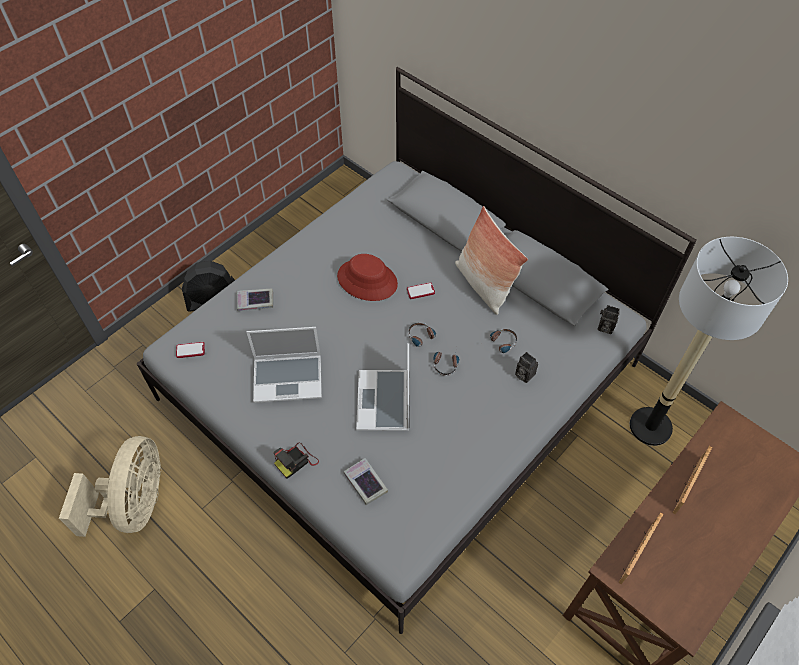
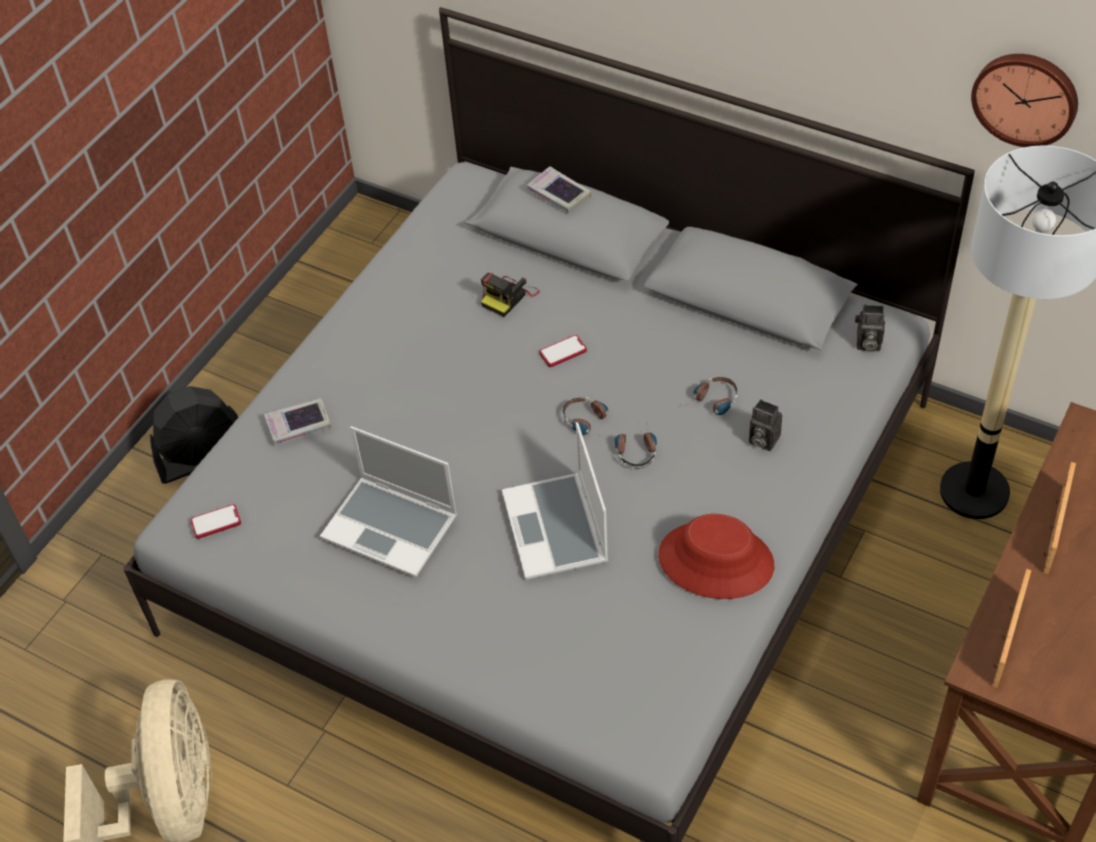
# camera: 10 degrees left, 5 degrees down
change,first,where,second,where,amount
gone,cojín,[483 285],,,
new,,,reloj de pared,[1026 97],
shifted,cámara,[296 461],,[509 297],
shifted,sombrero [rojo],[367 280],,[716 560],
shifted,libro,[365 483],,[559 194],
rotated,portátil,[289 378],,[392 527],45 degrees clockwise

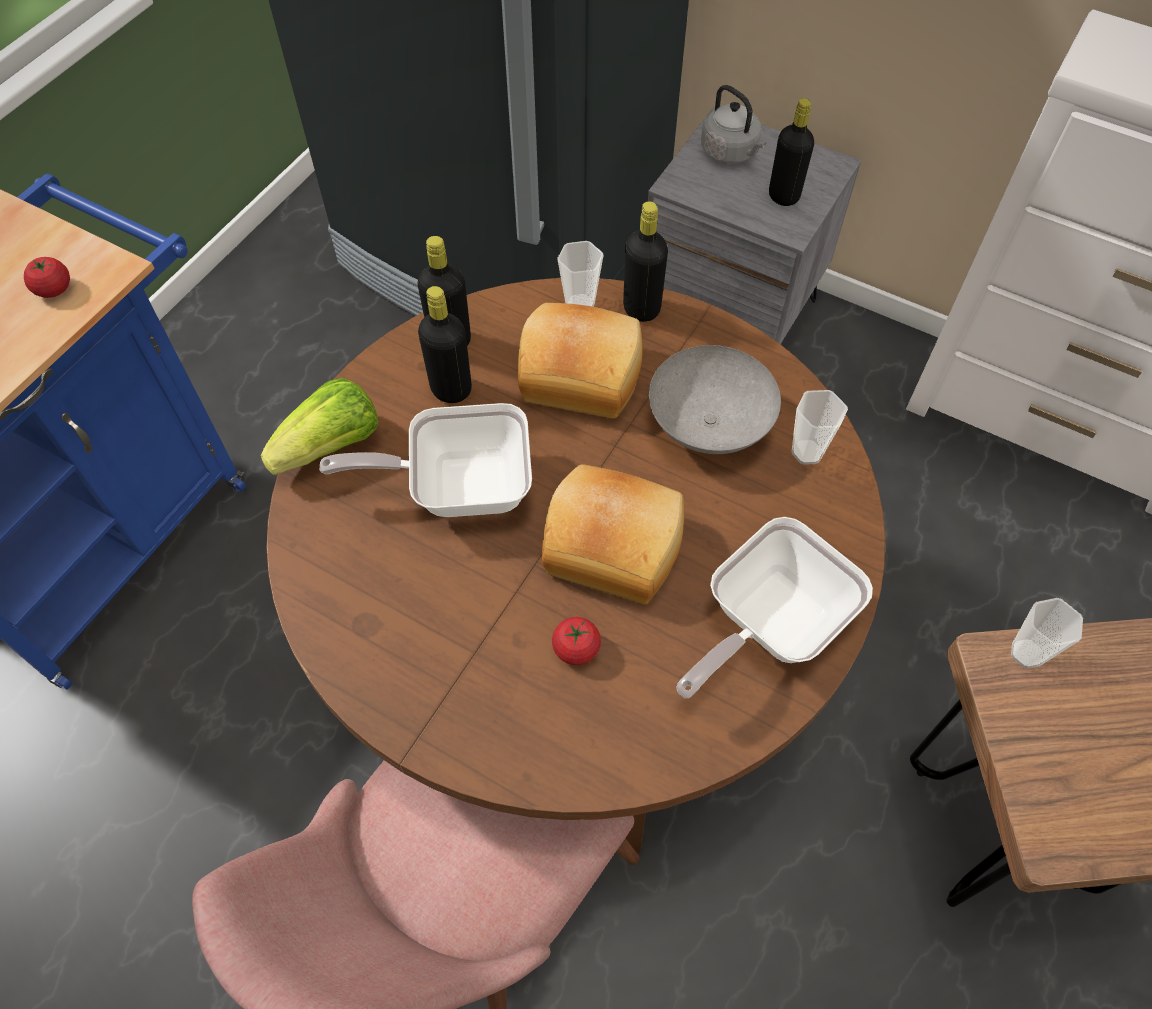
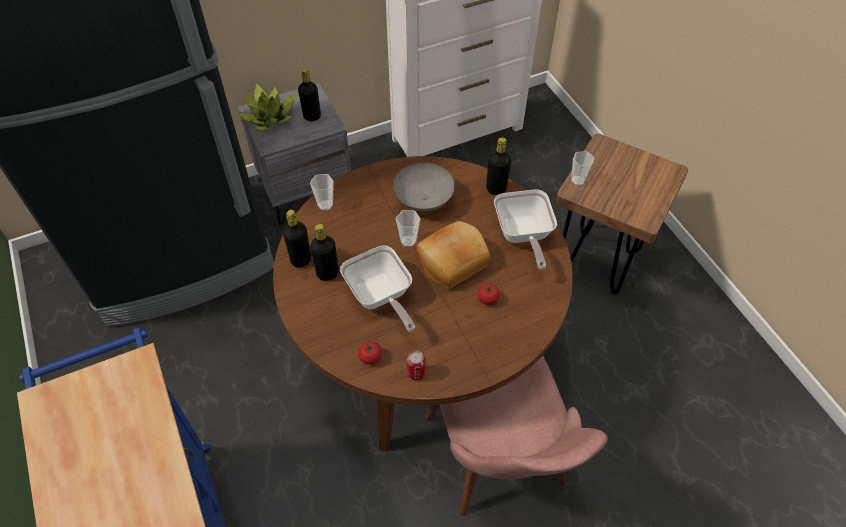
# camera: 55 degrees left, 5 degrees down
change,first,where,second,where,amount
gone,lechuga,[332 446],,,
gone,pan,[581 373],,,
new,,,lata,[416 373],
shifted,tomate,[54 289],,[370 357],
shifted,botella [negro],[641 308],,[496 189],
shifted,taza,[807 452],,[408 241],
swapped,hervidor [gris],[731 153],planta en maceta,[270 117],
rotated,sartén,[458 486],,[380 297],60 degrees counterclockwise

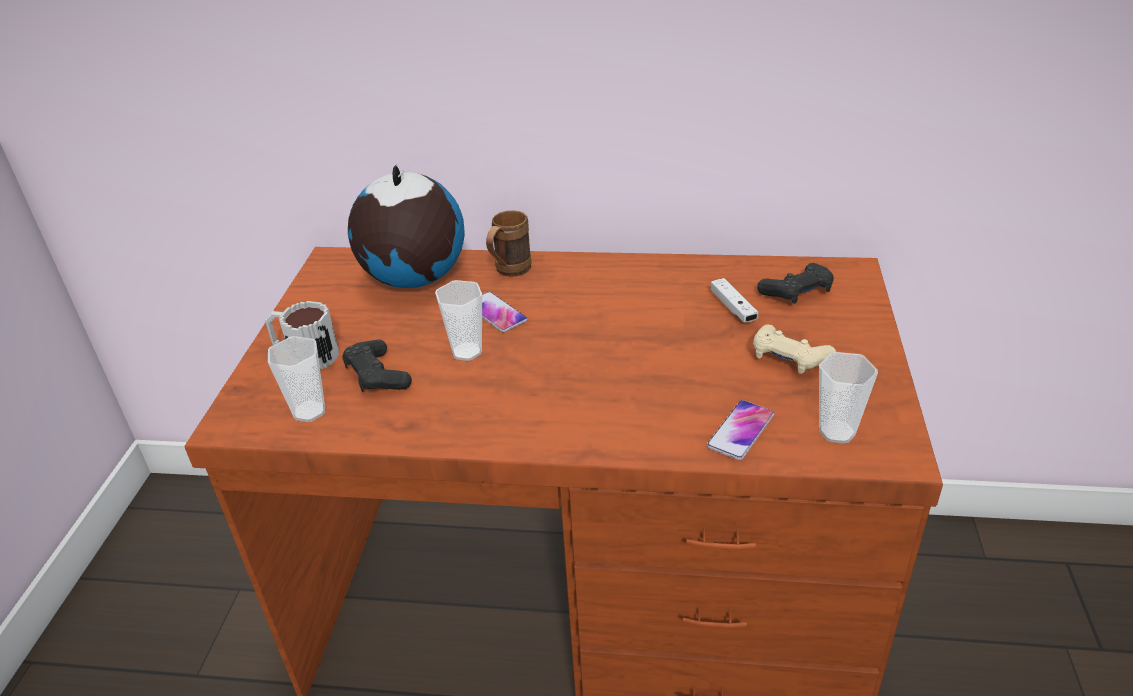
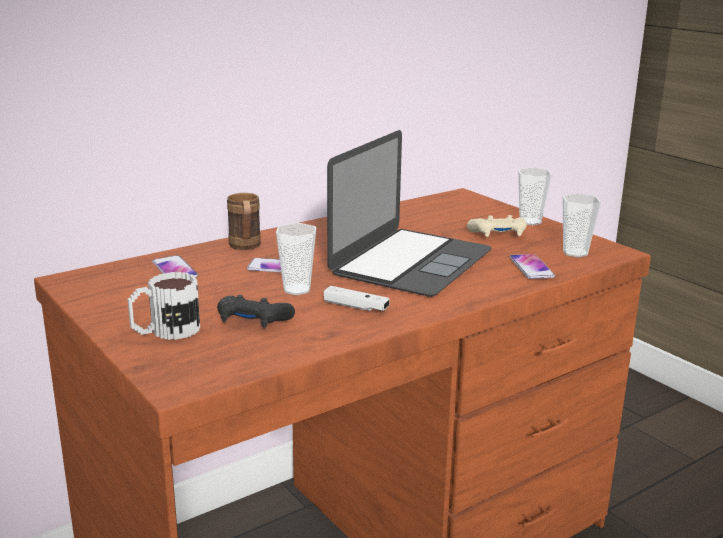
# camera: 45 degrees left, 15 degrees down
change,first,where,second,where,amount
gone,mando de consola [negro],[797 292],,,
new,,,portátil,[411 261],
shifted,taza,[309 411],,[530 221],
shifted,mando de consola [blanco],[733 308],,[356 307],
swapped,globo terráqueo,[414 279],móvil,[174 270],

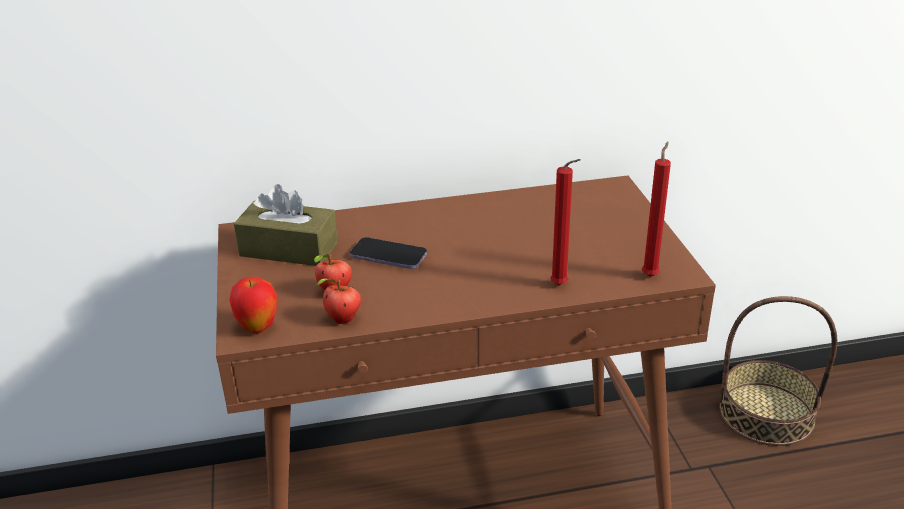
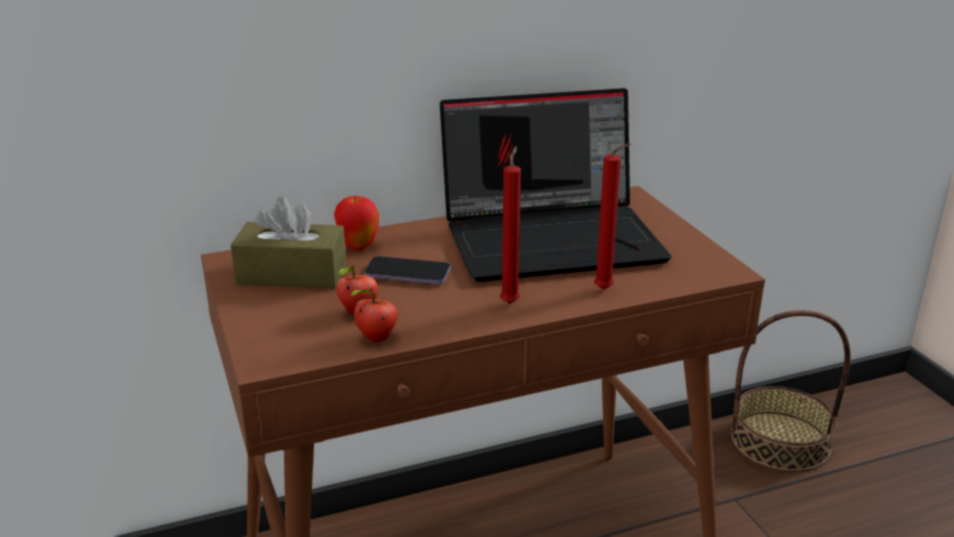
# camera: 10 degrees left, 5 degrees down
change,first,where,second,where,amount
new,,,portátil,[553 237],
shifted,manzana,[258 327],,[358 246],
shifted,vela [rojo],[650 275],,[510 302],

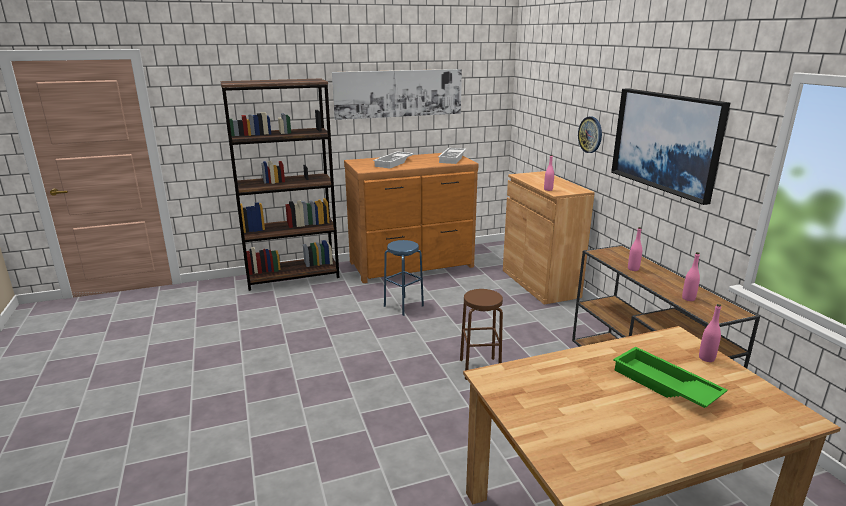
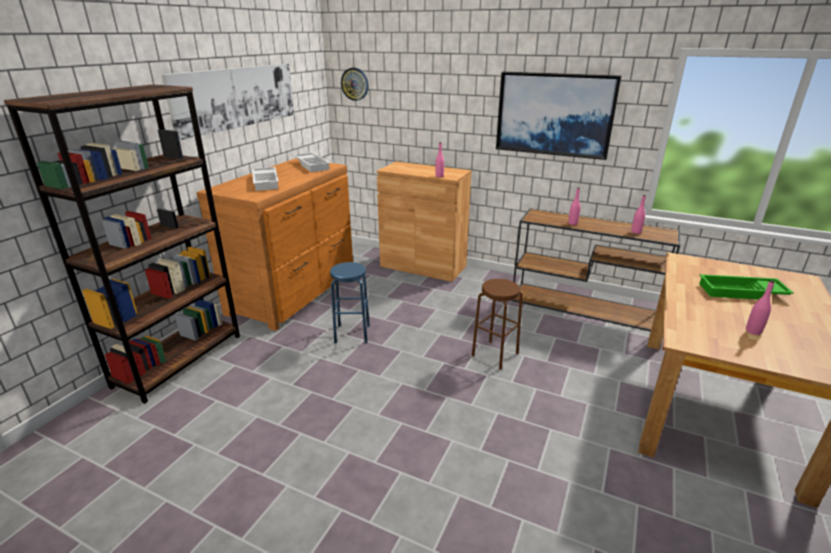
# camera: 45 degrees left, 5 degrees up
change,first,where,second,where,amount
shifted,reloj de pared,[590 134],,[355 84],
shifted,botella [rosa],[706 358],,[753 331],

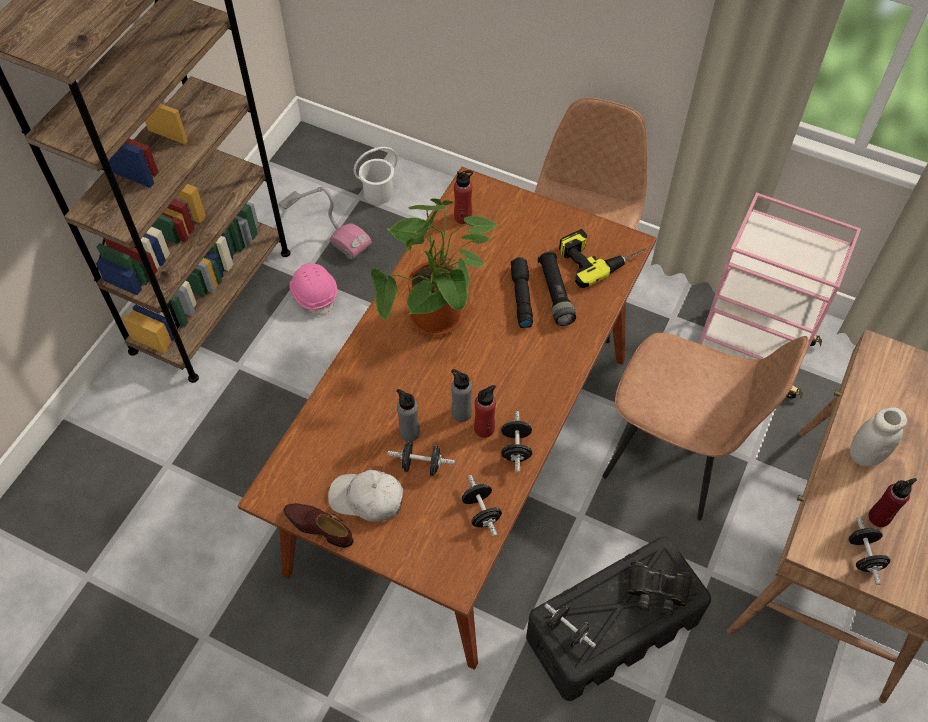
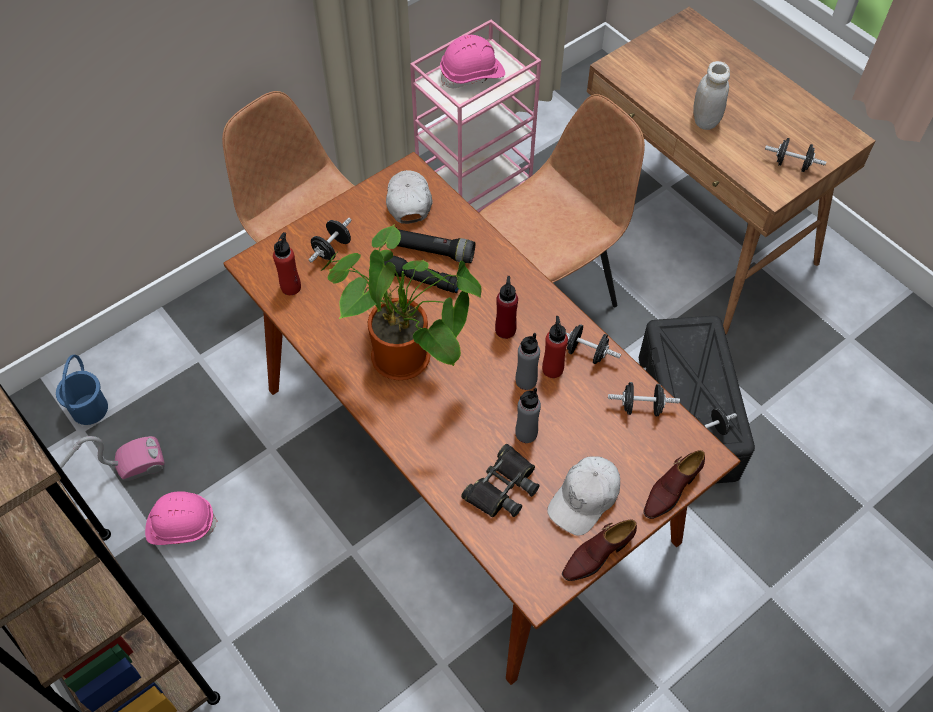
# camera: 65 degrees left, 0 degrees up
change,first,where,second,where,amount
new,,,casco [rosa],[472 75],
new,,,zapato [marrón],[670 489],
shifted,mancuerna [negro],[421 465],,[332 249],
shifted,prismáticos [negro],[657 590],,[502 487],
shifted,botella [rojo],[879 517],,[505 330],
swapped,taladro,[599 256],gorra [blanco],[408 201],
repainted,cubo [blanco],[378 193],cubo [azul],[89 409],

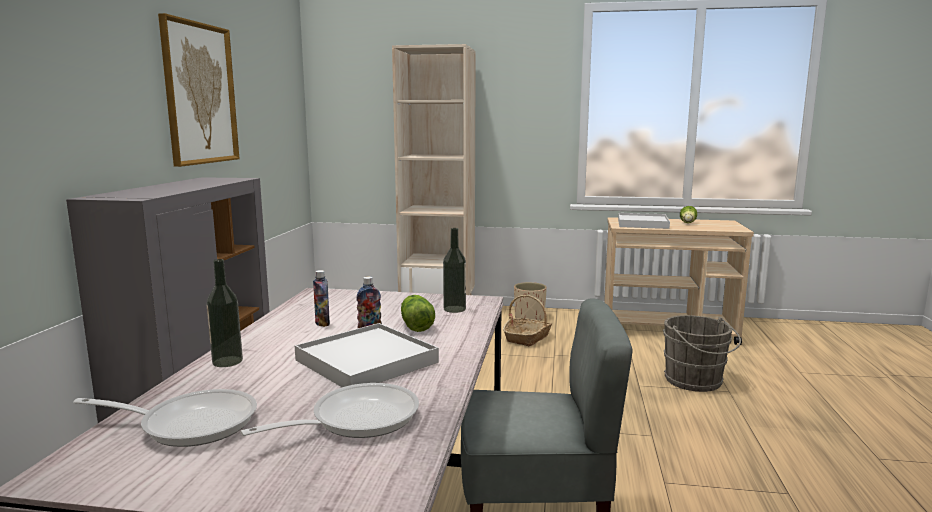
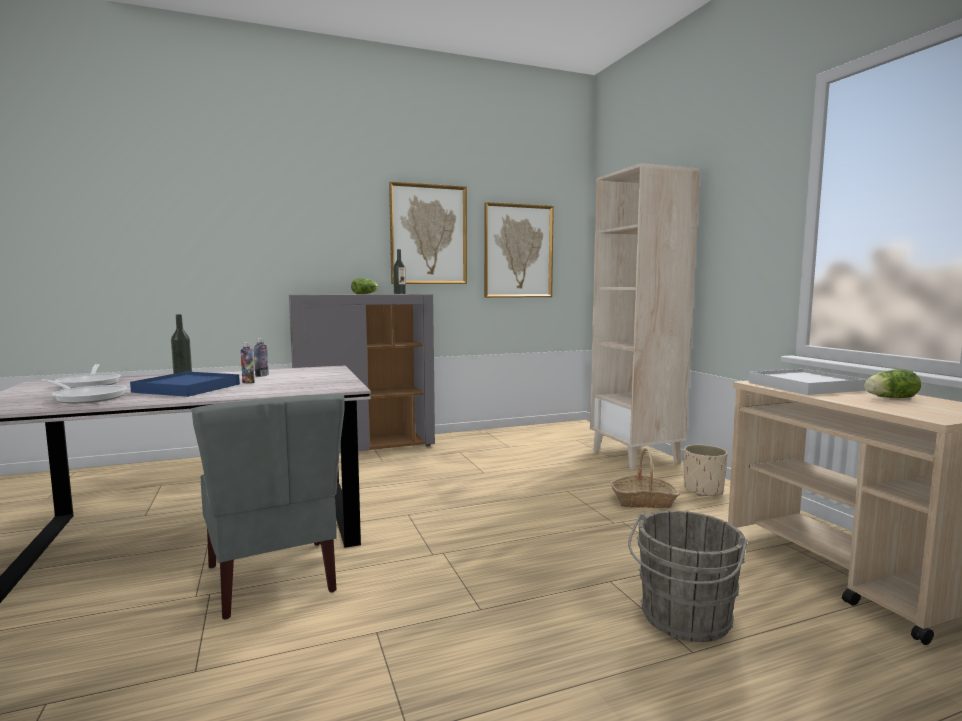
# camera: 60 degrees right, 5 degrees down
change,first,where,second,where,amount
new,,,cuadro,[518 251],
shifted,lechuga,[416 325],,[365 294],
shifted,botella,[454 309],,[399 294],
repainted,bandeja [blanco],[366 361],bandeja [azul],[187 388],

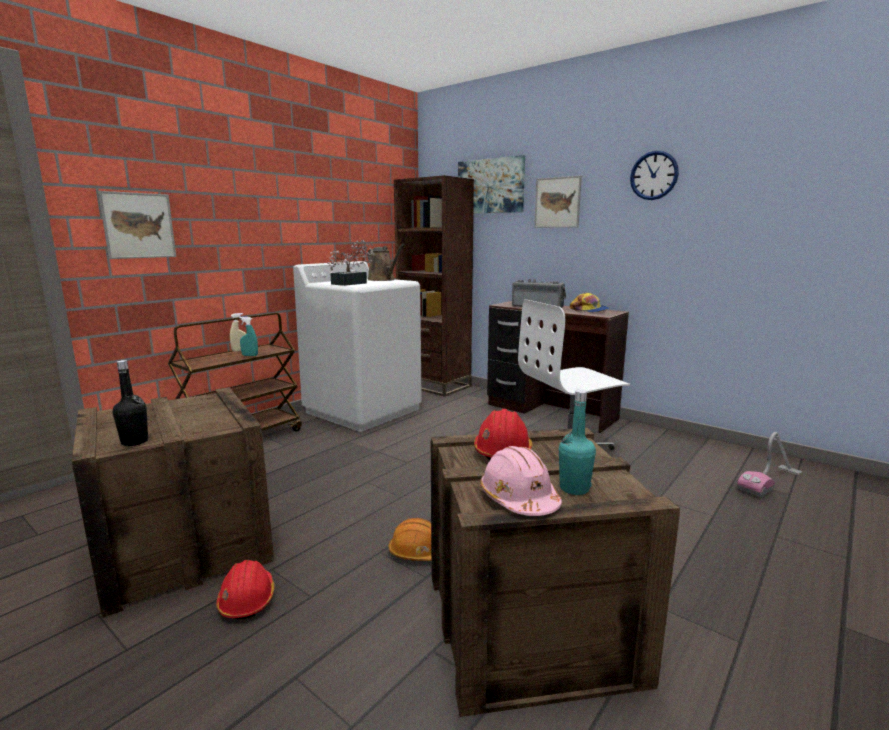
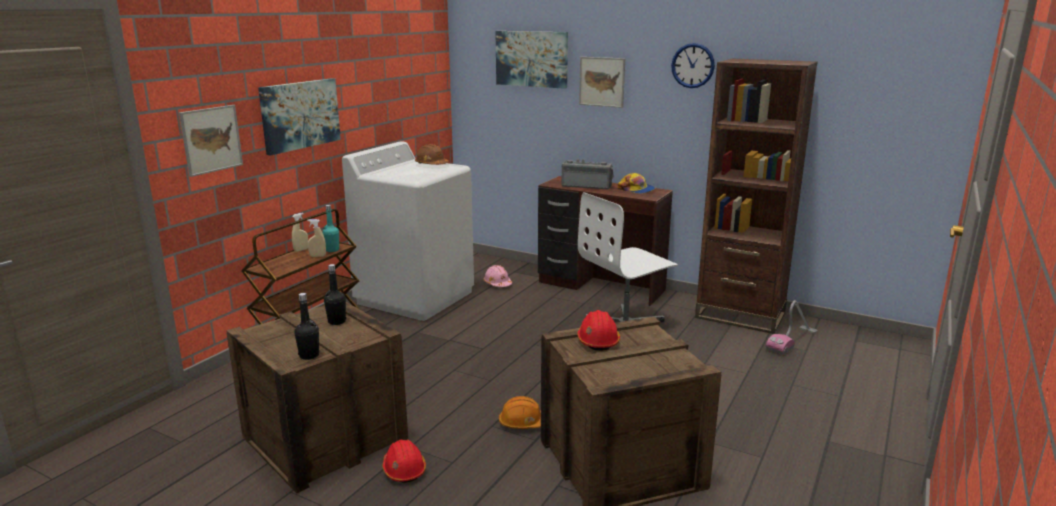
# camera: 10 degrees left, 5 degrees up
change,first,where,second,where,amount
gone,planta en maceta,[352 283],,,
new,,,cuadro,[300 115],
new,,,botella [negro],[337 321],
shifted,estantería [marrón],[434 385],,[740 316],
shifted,casco [rosa],[518 499],,[497 284],
shifted,botella [turquesa],[574 488],,[332 250],
swapped,regadera [marrón],[383 280],casco [marrón],[431 164],
repainted,pulverizador [turquesa],[250 355],pulverizador [beis],[317 256],

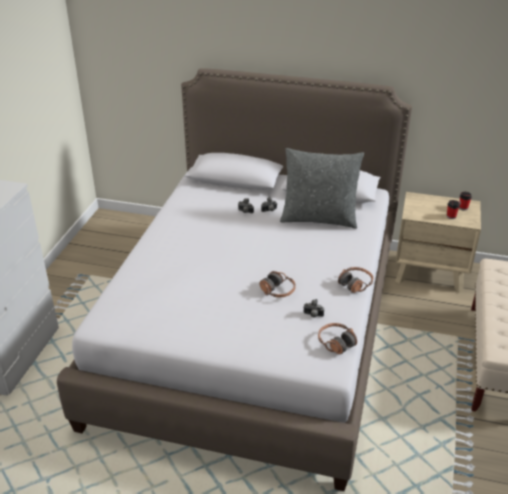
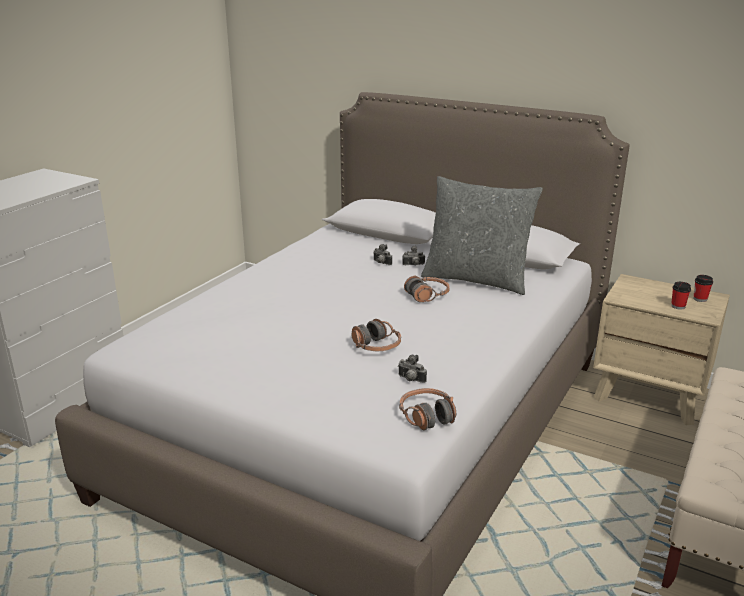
# camera: 15 degrees right, 10 degrees down
change,first,where,second,where,amount
shifted,auriculares,[355 284],,[427 295],

